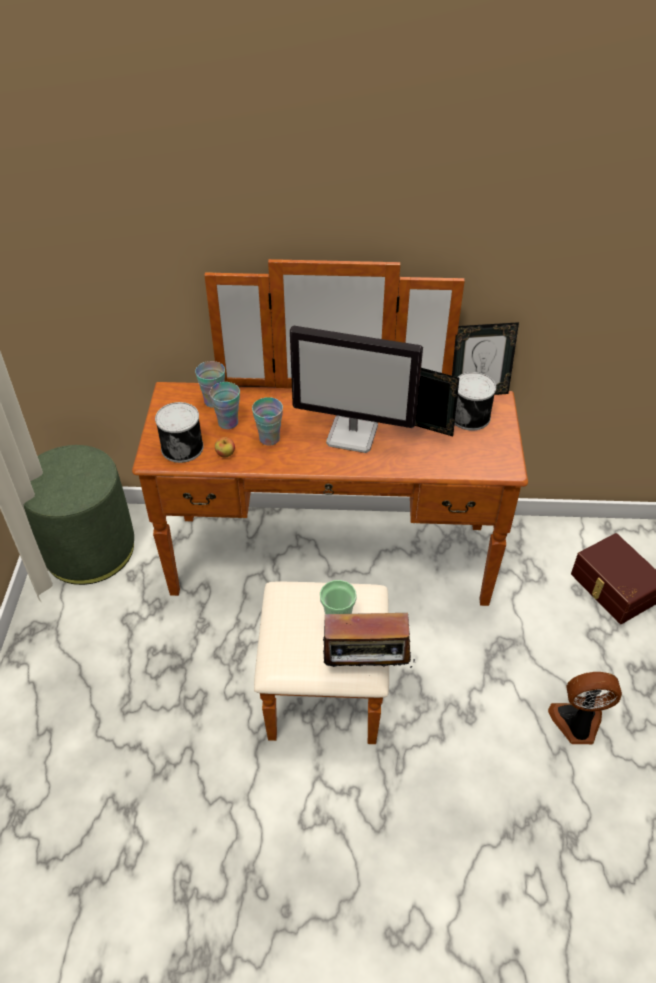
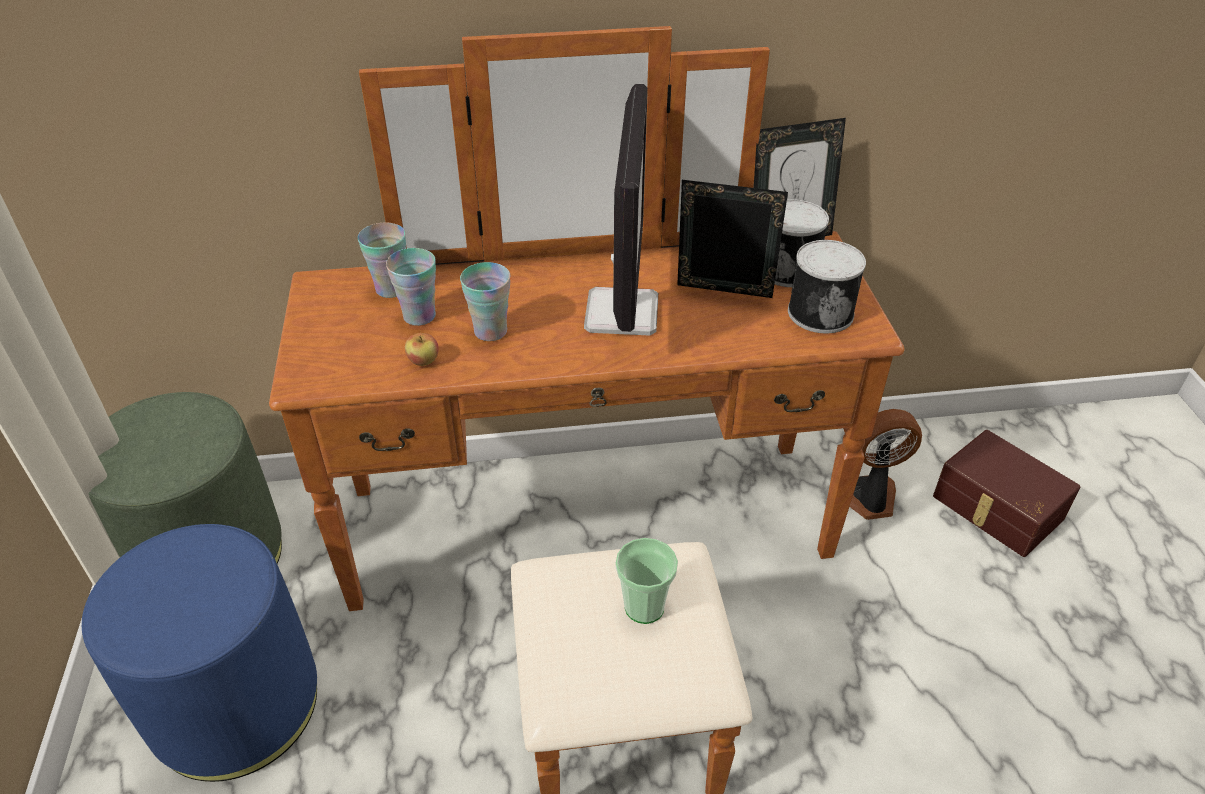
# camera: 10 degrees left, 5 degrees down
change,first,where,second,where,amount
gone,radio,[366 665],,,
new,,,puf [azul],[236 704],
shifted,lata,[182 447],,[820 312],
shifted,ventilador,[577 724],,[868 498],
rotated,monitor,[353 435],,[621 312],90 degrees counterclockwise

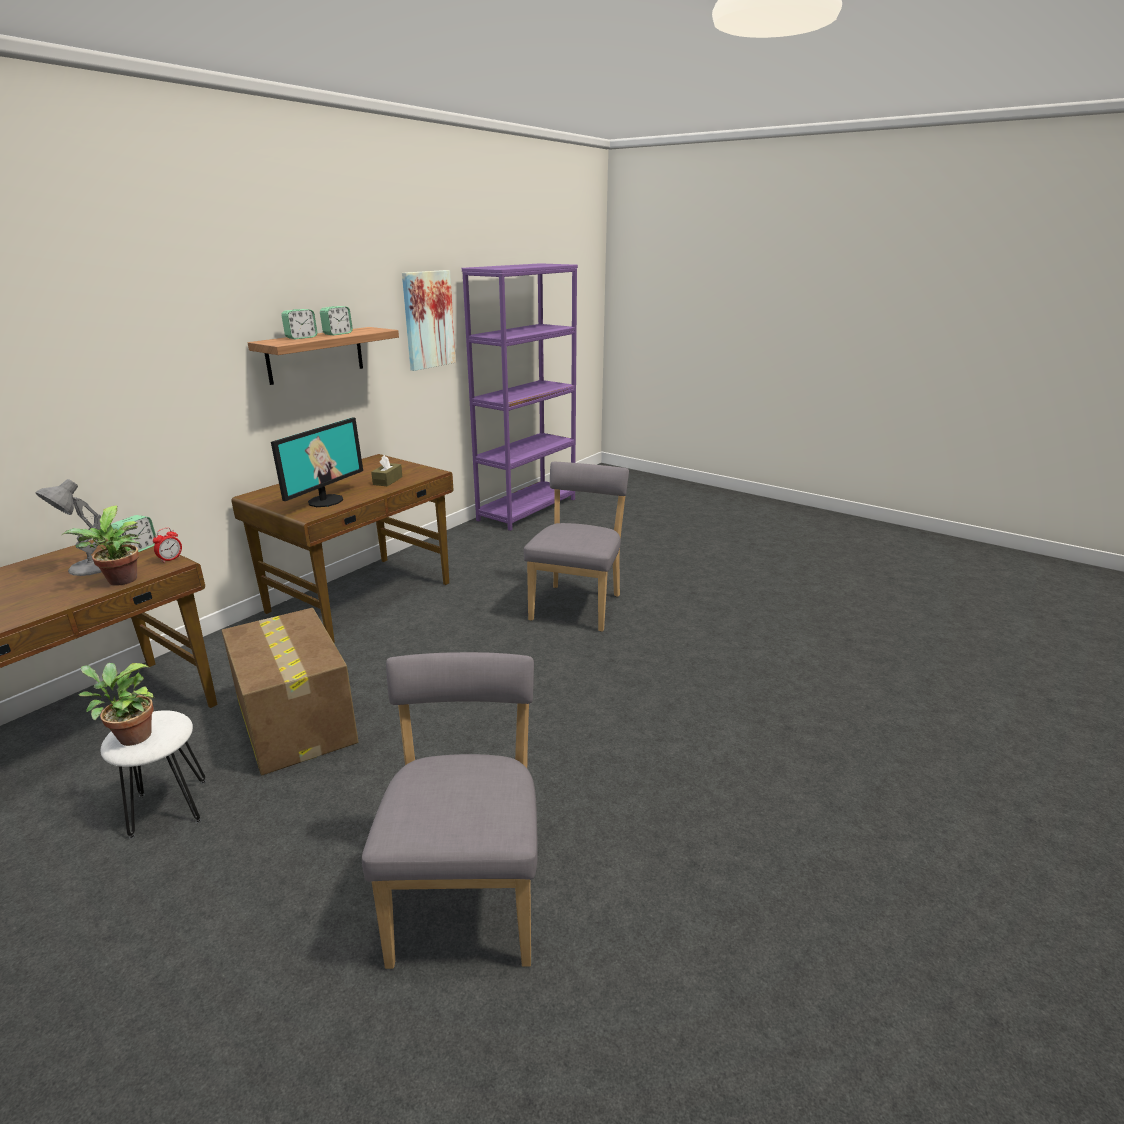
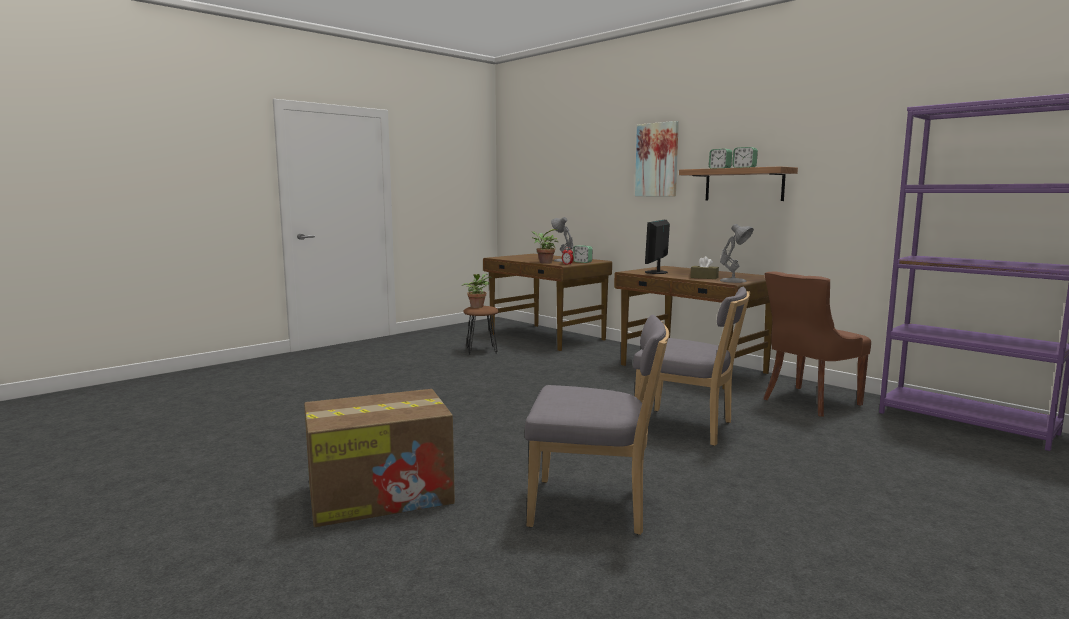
# camera: 100 degrees right, 15 degrees down
change,first,where,second,where,amount
new,,,lámpara de mesa [gris],[734 281],
new,,,silla [marrón],[808 402],
shifted,caja de cartón,[295 721],,[382 494],
shifted,silla [gris],[467 895],,[595 507],
shifted,cuadro,[428 320],,[657 160],
repainted,taburete [blanco],[169 808],taburete [marrón],[481 350],
rotated,monitor,[325 501],,[656 272],75 degrees clockwise

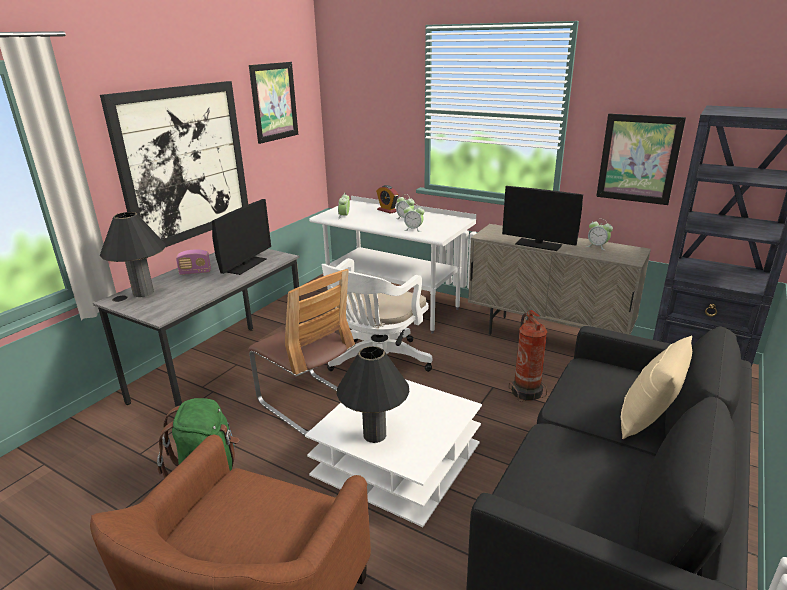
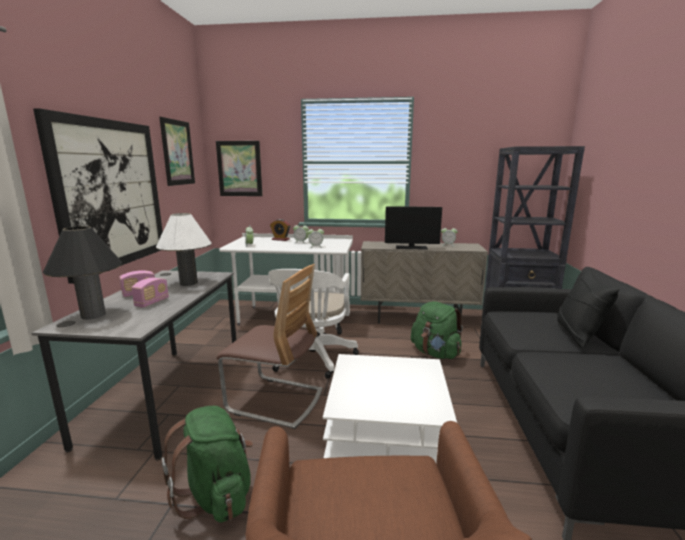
# camera: 25 degrees left, 10 degrees down
change,first,where,second,where,amount
gone,lámpara de mesa [negro],[374 435],,,
new,,,radio,[152 302],
shifted,cuadro,[638 159],,[239 168],
swapped,monitor,[245 265],lámpara de mesa [blanco],[188 283],
swapped,extintor,[526 391],mochila [verde],[435 353],
repainted,cojín [beis],[647 419],cojín [negro],[578 334],

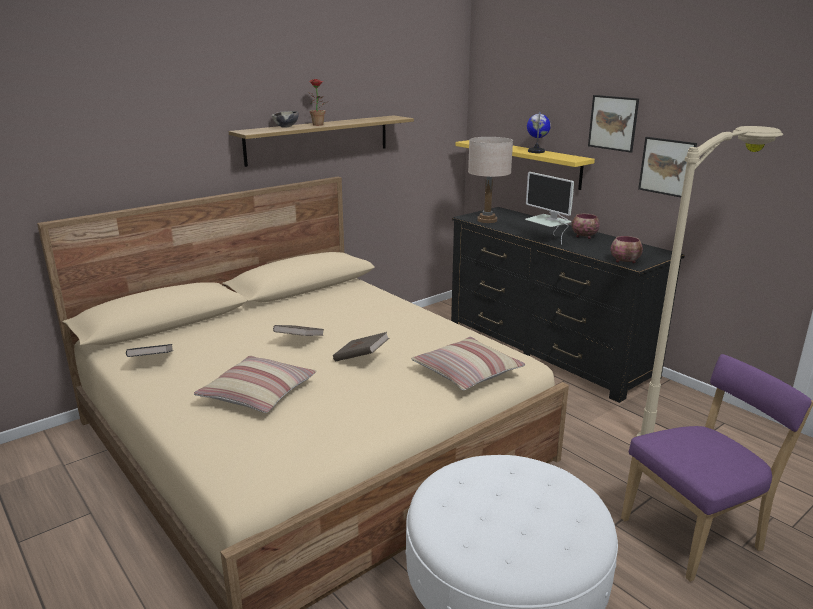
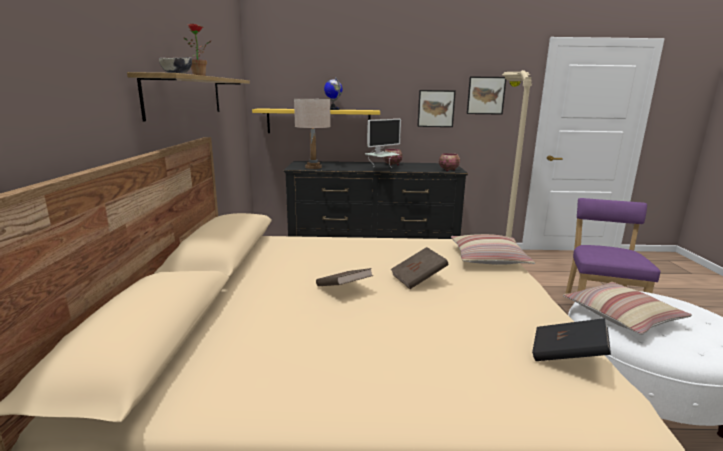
# camera: 50 degrees left, 5 degrees down
change,first,where,second,where,amount
shifted,libro [negro],[152 361],,[567 356],
shifted,cojín,[258 394],,[622 316],
shifted,cuadro,[613 123],,[486 95],
rotated,monitor,[547 240],,[381 169],45 degrees counterclockwise

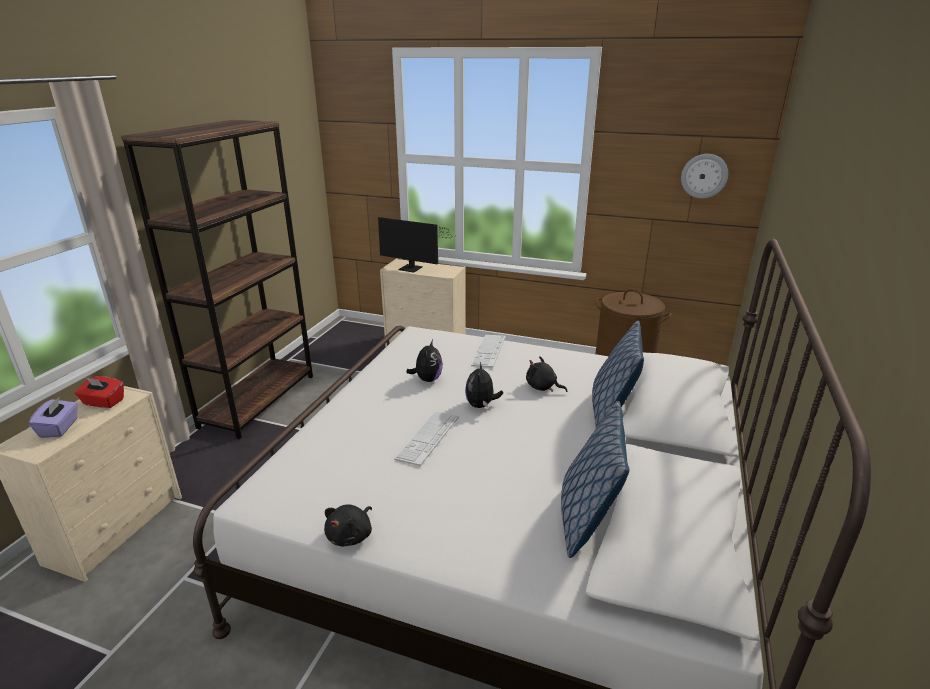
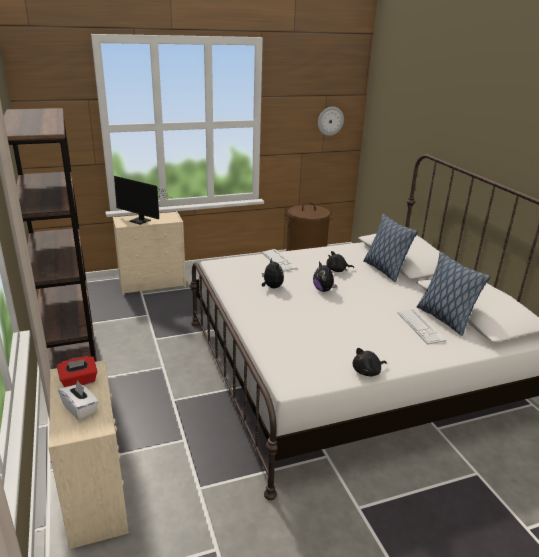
# camera: 40 degrees left, 0 degrees up
change,first,where,second,where,amount
shifted,teclado,[428 438],,[420 326],
repainted,caja de pañuelos [morado],[60 428],caja de pañuelos [blanco],[80 409],
rotated,peluche [negro],[351 535],,[367 372],75 degrees clockwise
rotated,monitor,[413 269],,[141 221],45 degrees clockwise

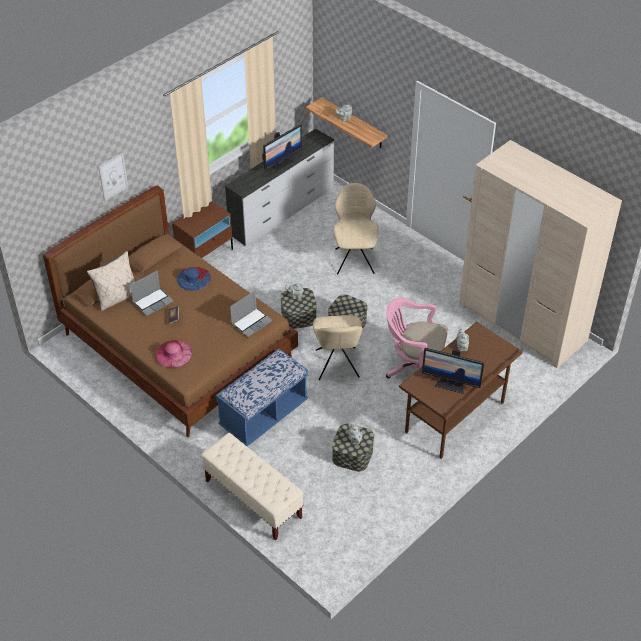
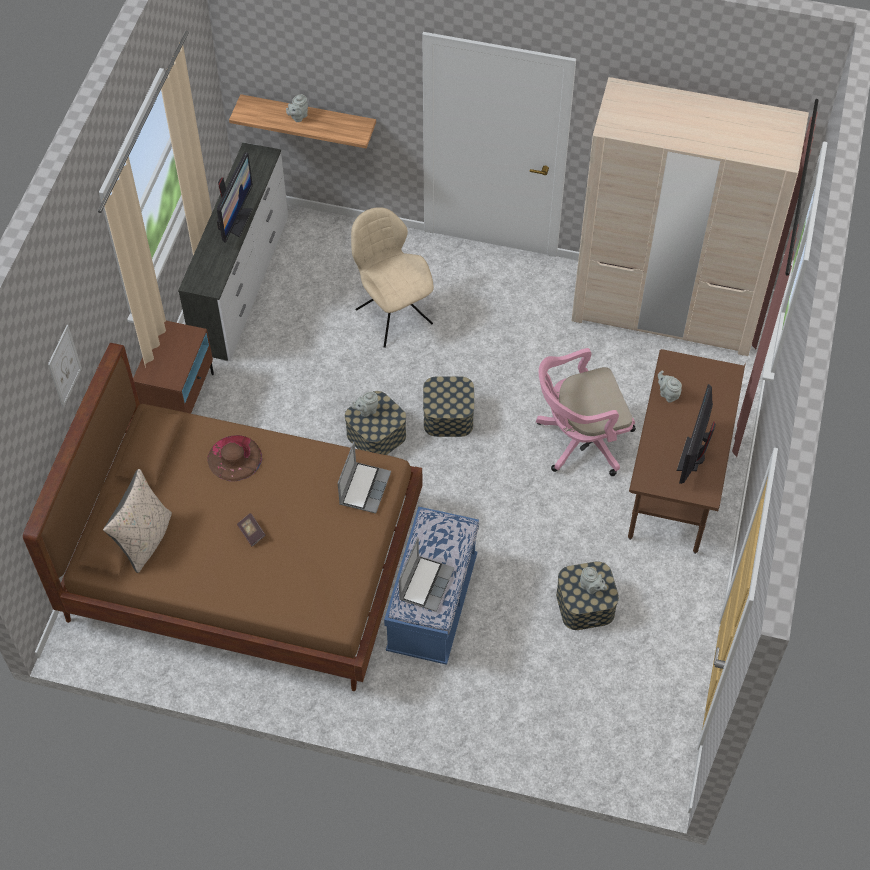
# camera: 30 degrees left, 10 degrees up
change,first,where,second,where,amount
gone,sombrero [rosa],[173 353],,,
gone,banco [beis],[253 499],,,
gone,silla [beis],[337 365],,,
shifted,portátil,[153 302],,[426 583],
repainted,sombrero [azul],[193 278],sombrero [marrón],[234 458],
rotated,monitor,[450 384],,[692 456],120 degrees clockwise

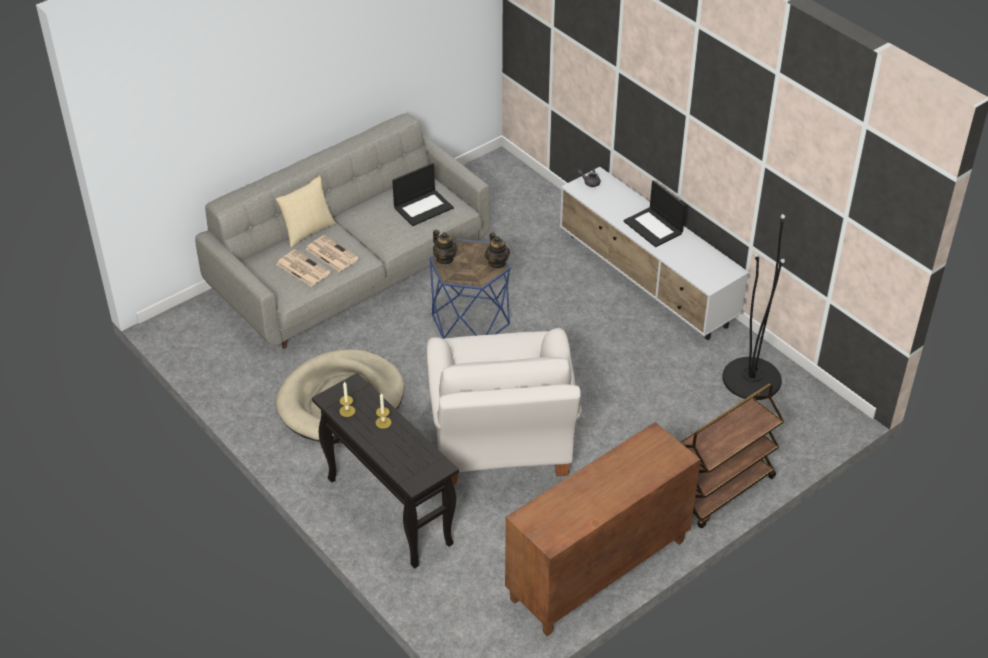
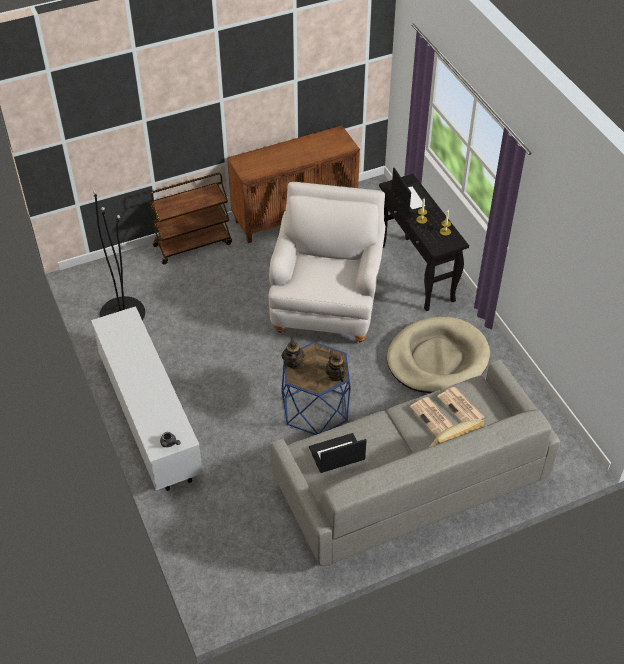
# camera: 165 degrees left, 5 degrees up
change,first,where,second,where,amount
shifted,portátil,[654 227],,[412 198],

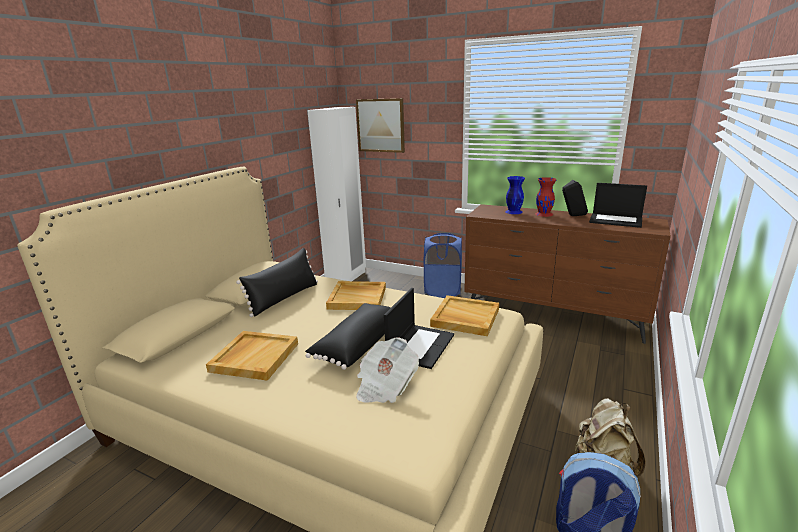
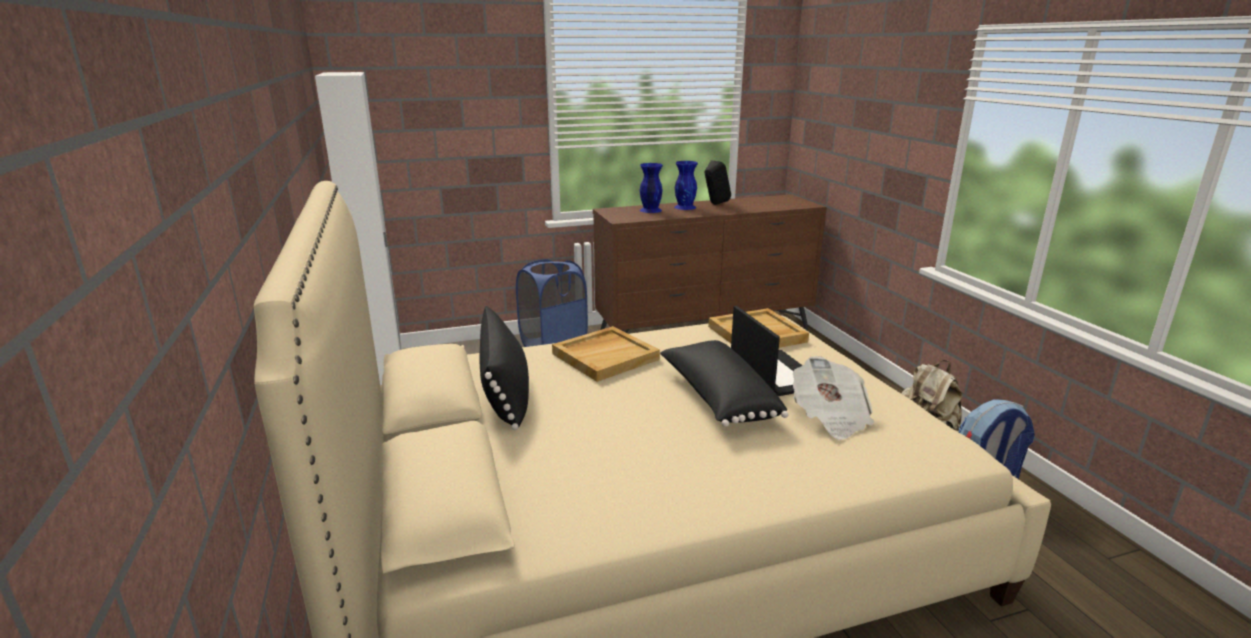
# camera: 45 degrees left, 0 degrees up
change,first,where,second,where,amount
gone,bandeja [beis],[254 357],,,
gone,cuadro,[381 125],,,
gone,portátil,[616 220],,,
repainted,florero [rojo],[544 214],florero [azul],[685 207],

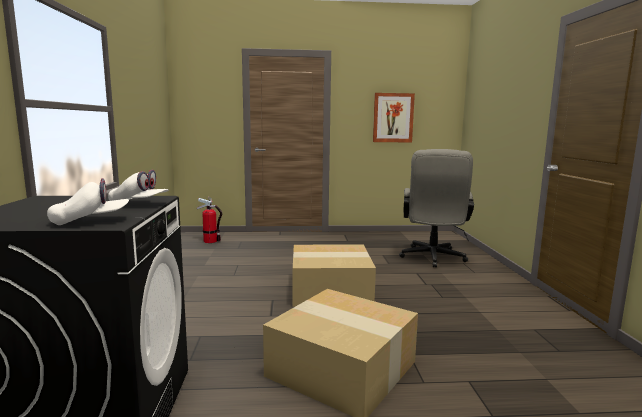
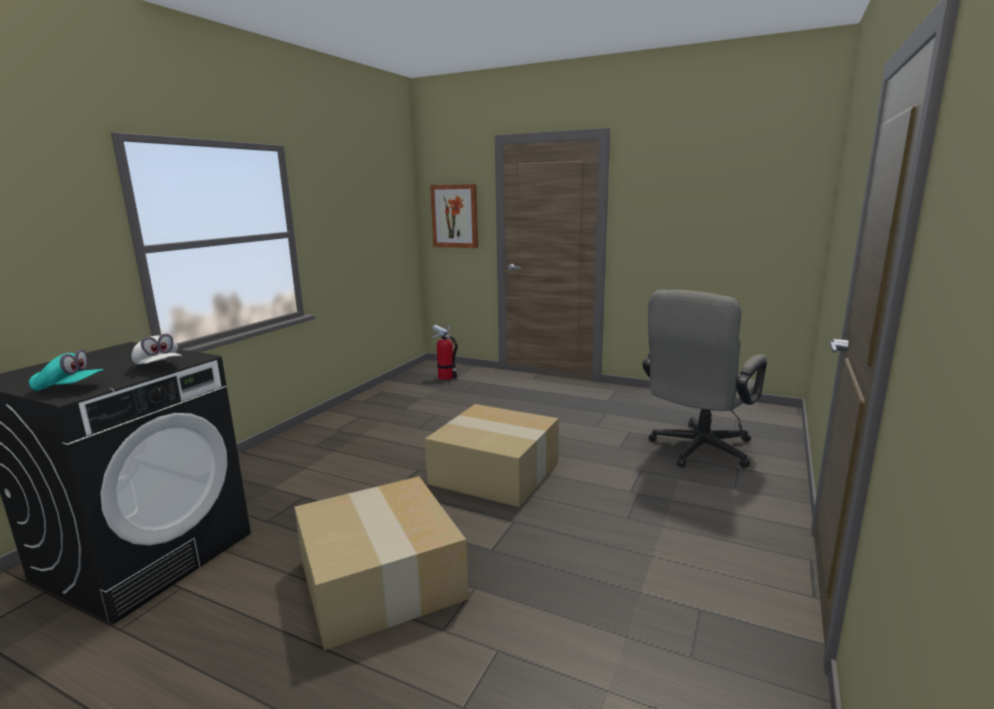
# camera: 30 degrees right, 5 degrees up
change,first,where,second,where,amount
shifted,cuadro,[393 118],,[455 216],
repainted,gorra [blanco],[90 221],gorra [turquesa],[70 388],

